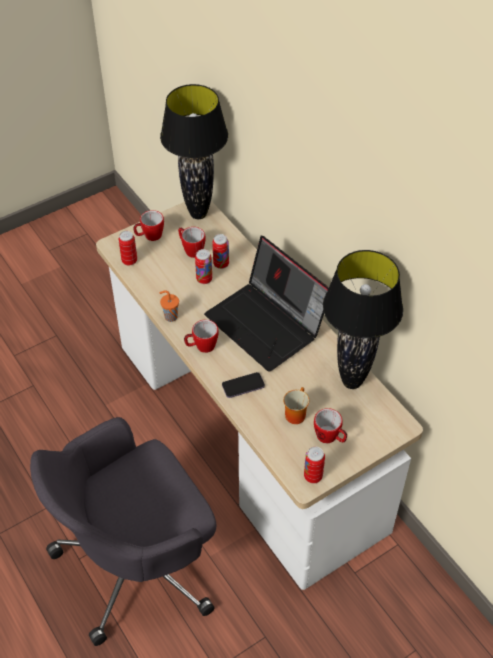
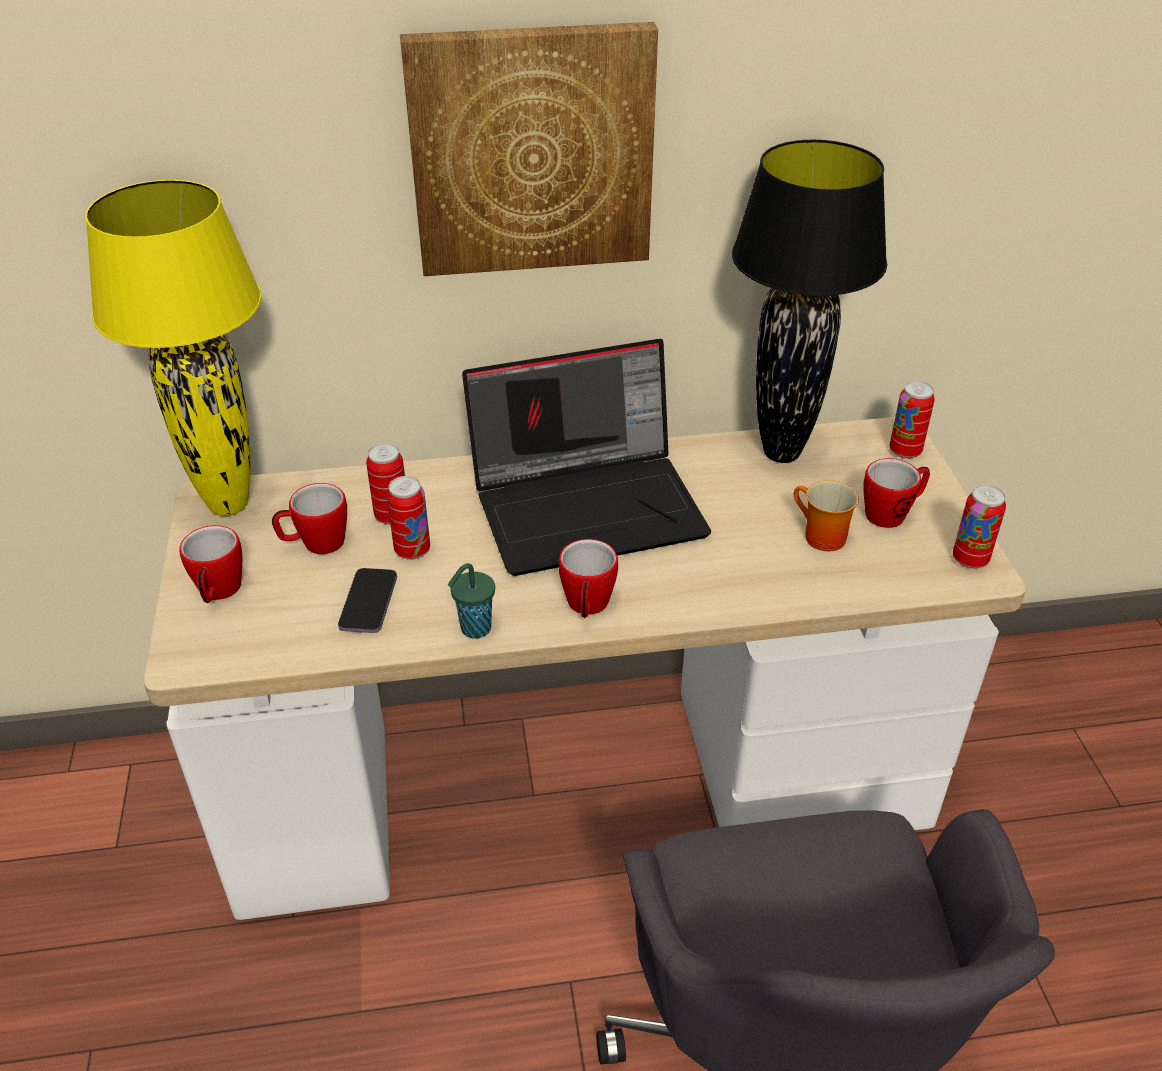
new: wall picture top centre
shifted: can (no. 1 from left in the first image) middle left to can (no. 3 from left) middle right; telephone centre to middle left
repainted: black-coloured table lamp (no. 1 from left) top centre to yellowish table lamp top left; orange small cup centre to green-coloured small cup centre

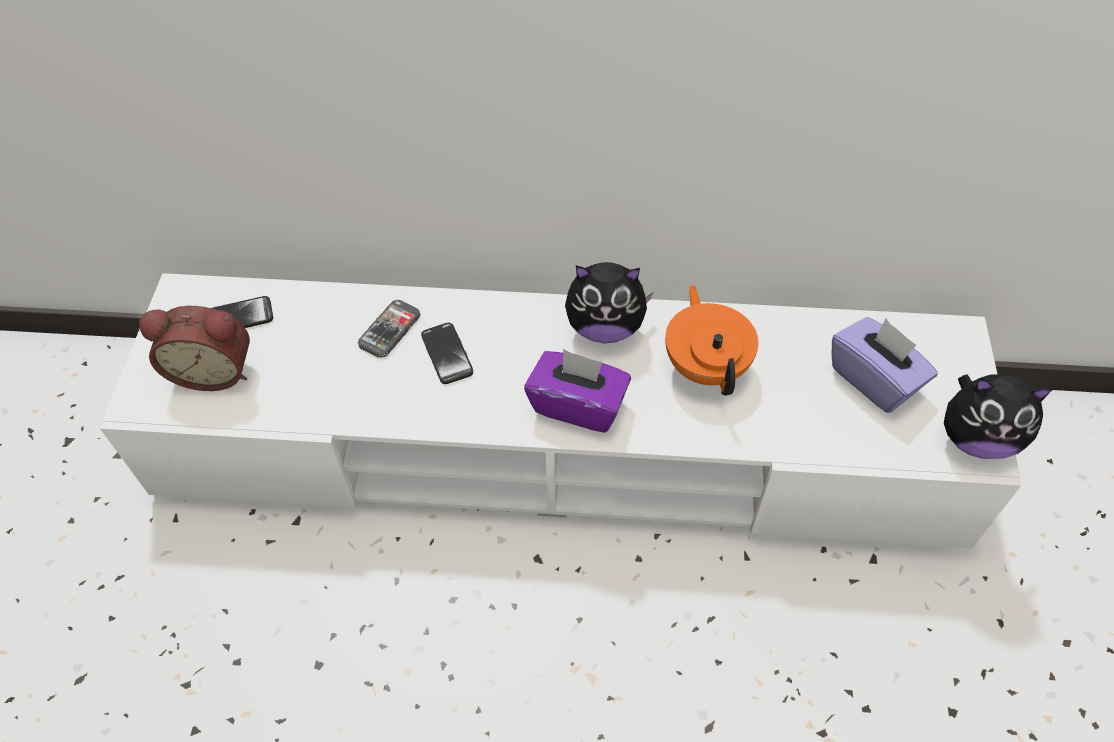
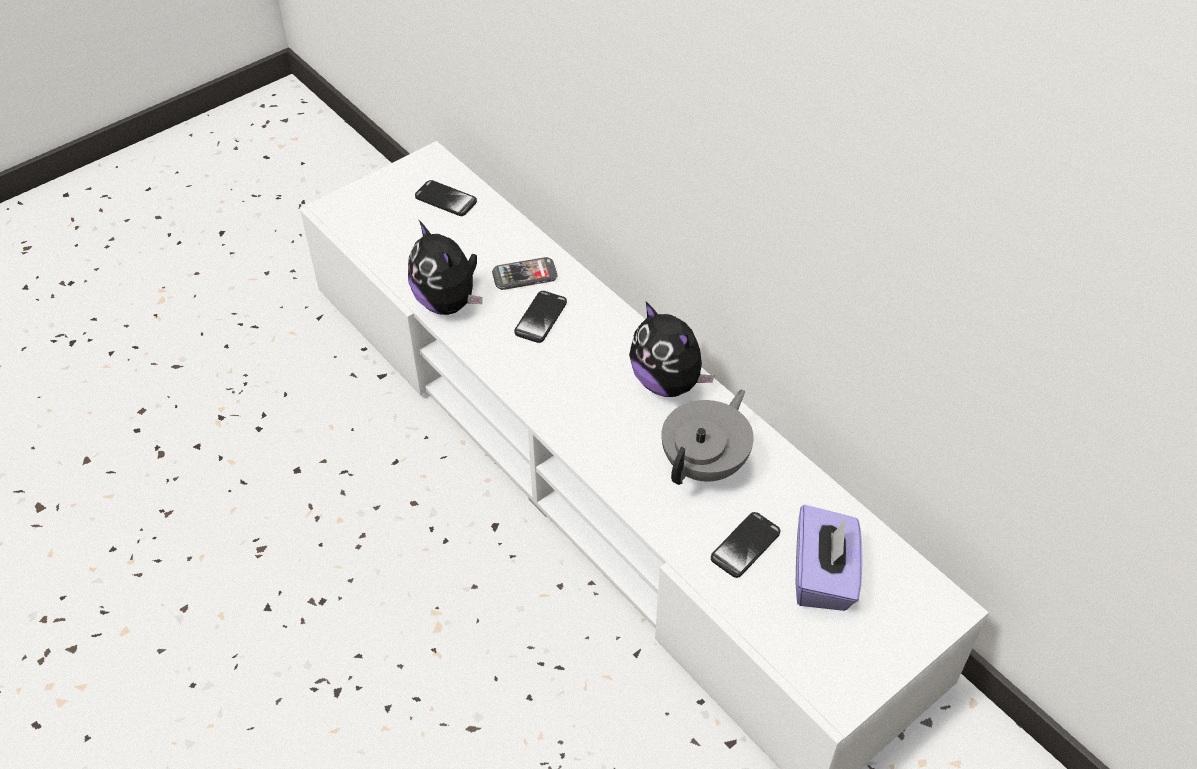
gone: table clock middle left; purple-coloured box of tissues (no. 1 from left) centre
new: telephone (no. 4 from left) bottom centre
shifted: cuddly toy (no. 2 from left in the first image) middle right to cuddly toy (no. 1 from left) centre
repainted: orange teapot centre to grey teapot centre

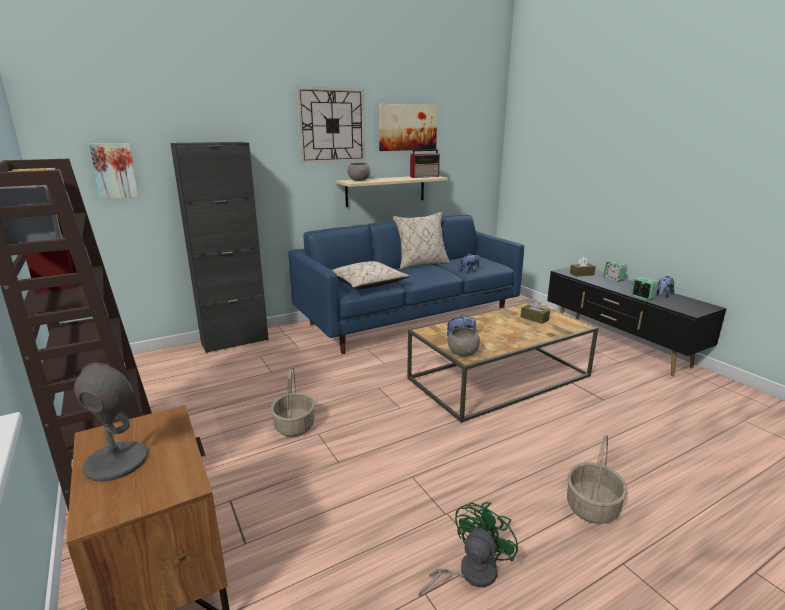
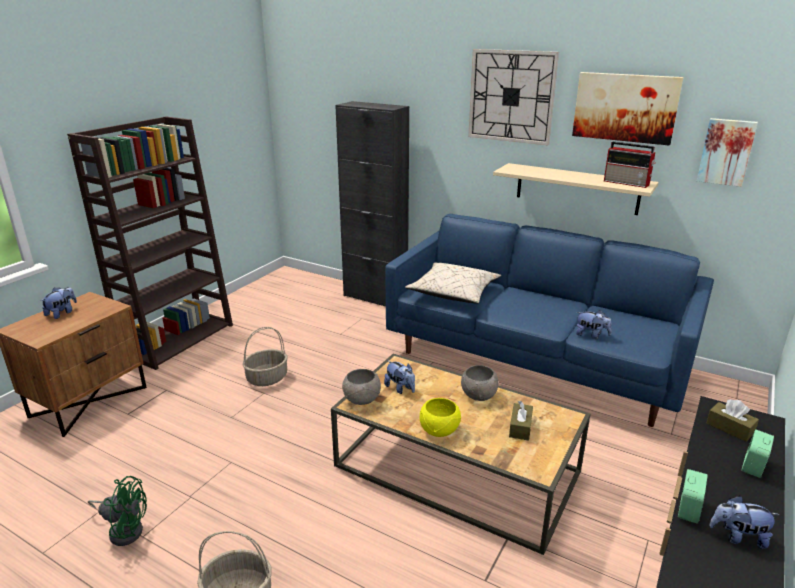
gone: sand-coloured throw pillow (no. 2 from left) centre
new: yellowish deep dish bottom centre
shifted: wall picture (no. 1 from left in the first image) top left to wall picture (no. 2 from left) top right; grey deep dish (no. 1 from left in the first image) top centre to grey deep dish (no. 2 from left) centre
swapped: grey table lamp bottom left to cuddly toy (no. 1 from left) middle left

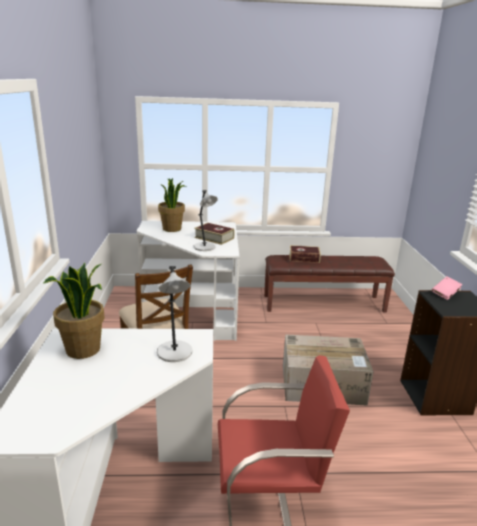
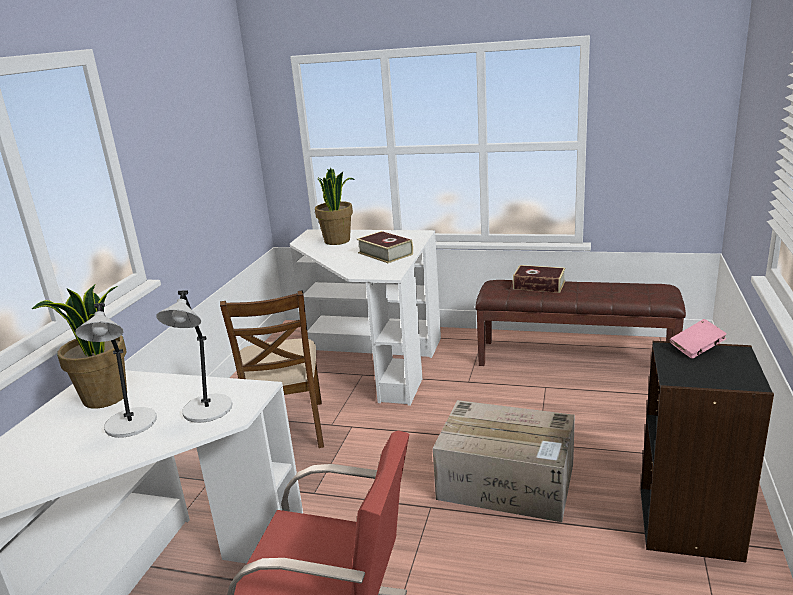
shifted: grey table lamp (no. 2 from left in the first image) centre to grey table lamp (no. 1 from left) middle left

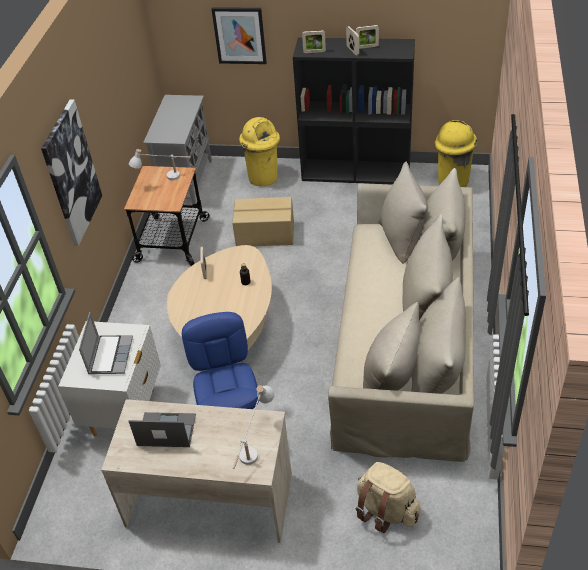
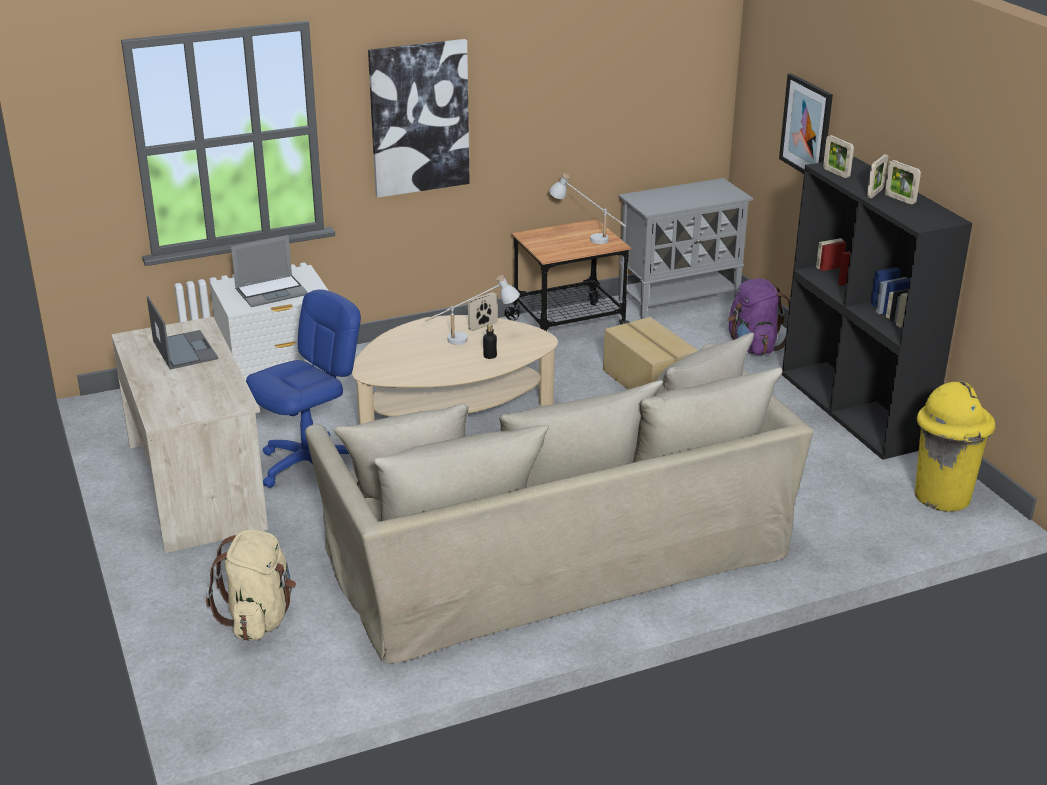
shifted: white-coloured table lamp (no. 2 from left in the first image) bottom centre to white-coloured table lamp (no. 1 from left) centre
swapped: yellowish rubbish bin (no. 1 from left) top centre to purple-coloured rucksack middle right

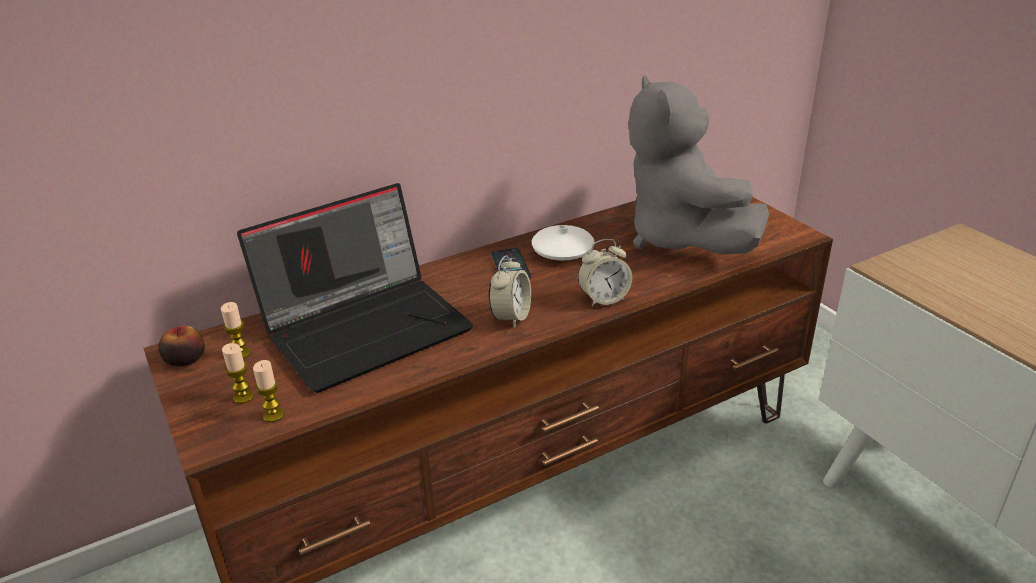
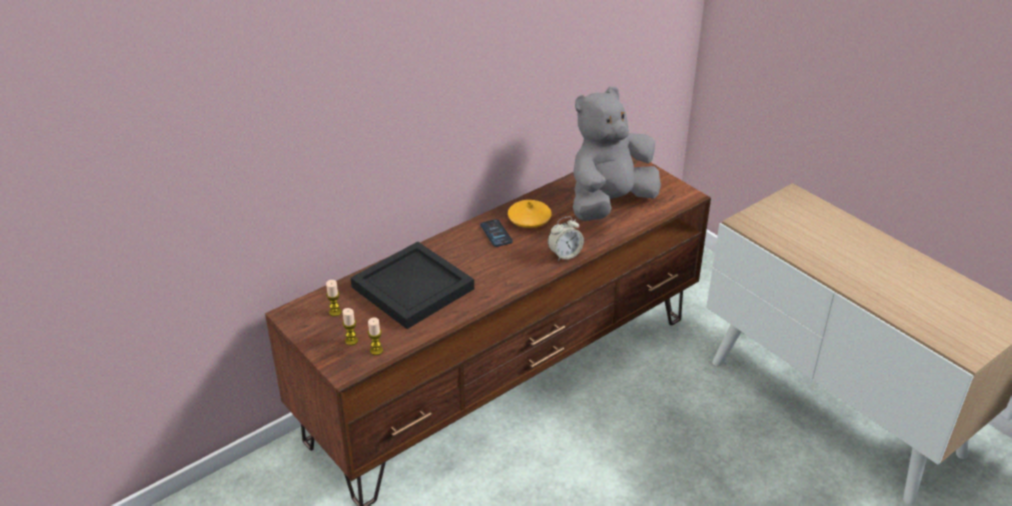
gone: apple middle left; table clock (no. 1 from left) centre
swapped: laptop centre to black-coloured carrying tray centre
repainted: white-coloured vase centre to orange vase centre
rotated: grey cuddly toy top right = top centre 75 degrees clockwise

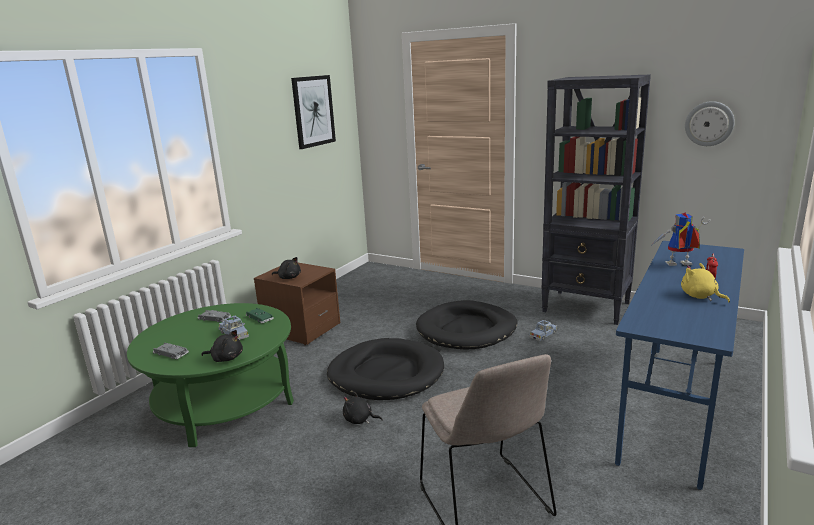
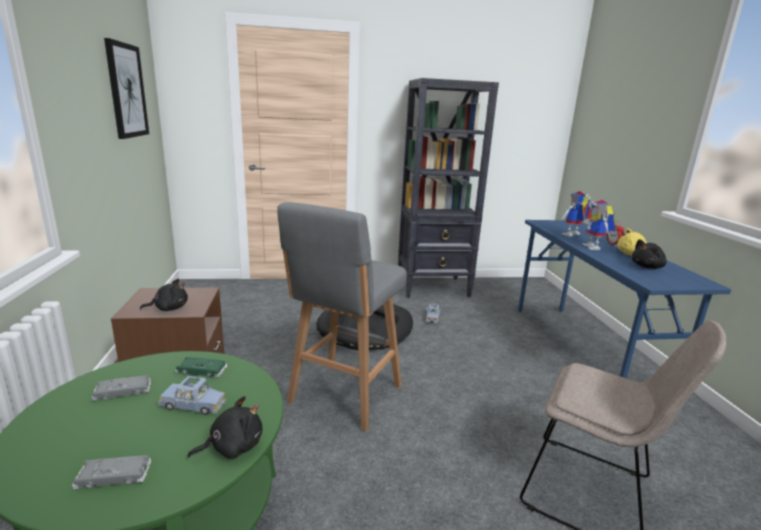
gone: clock on the wall top right
new: toy robot (no. 2 from left) middle right
shifted: black-coloured cuddly toy (no. 3 from left) bottom centre to middle right
swapped: black-coloured dog cushion (no. 1 from left) bottom centre to grey stool centre

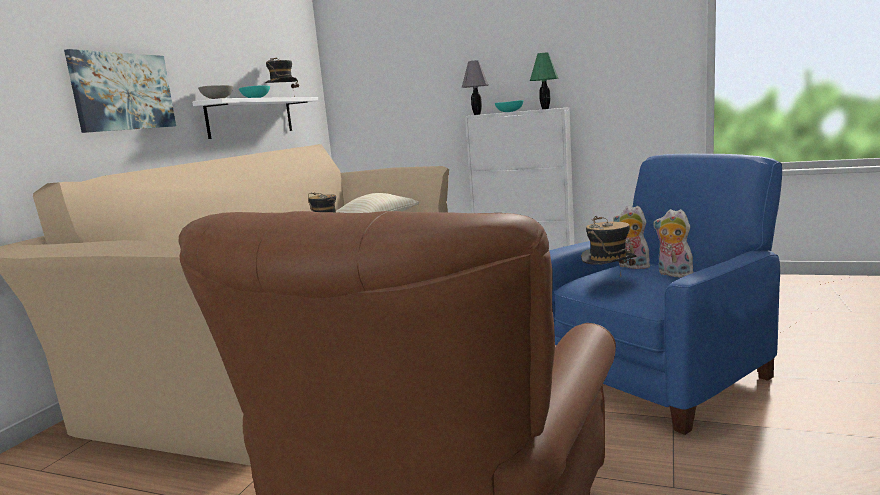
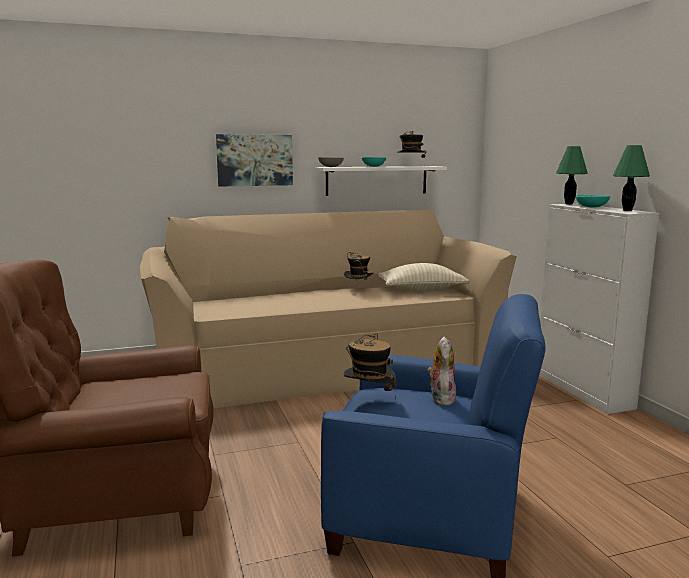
gone: cuddly toy (no. 2 from left) middle right
repainted: grey table lamp top centre to green-coloured table lamp (no. 1 from left) top right

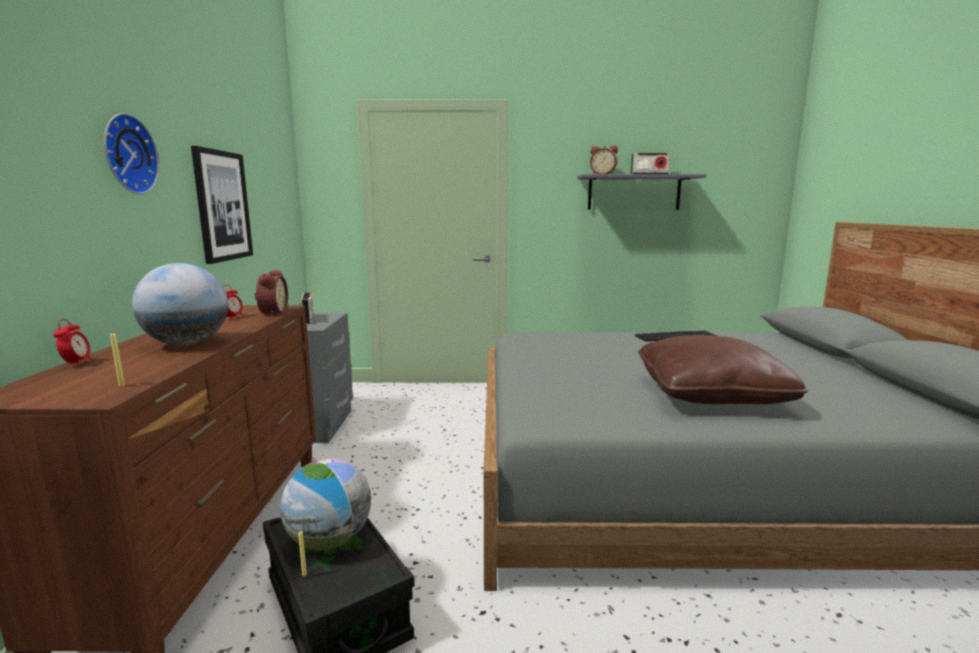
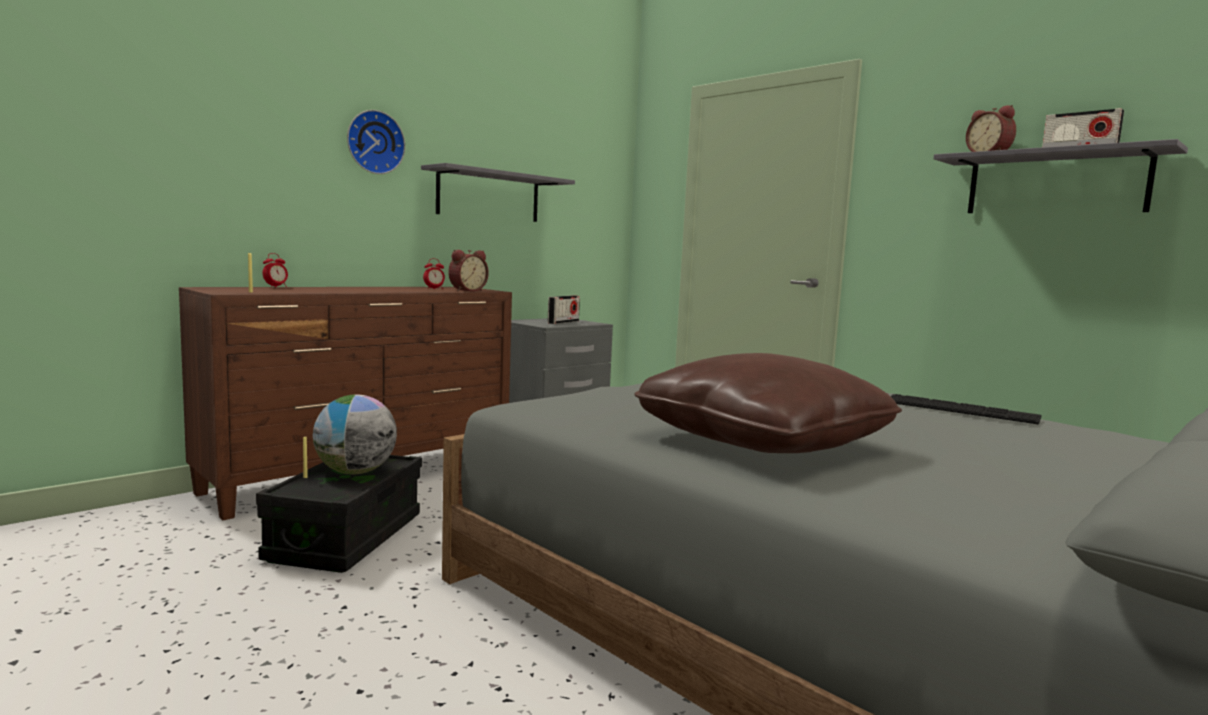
gone: desk globe (no. 1 from left) middle left
swapped: wall picture top left to grey bracket shelf (no. 1 from left) top centre

